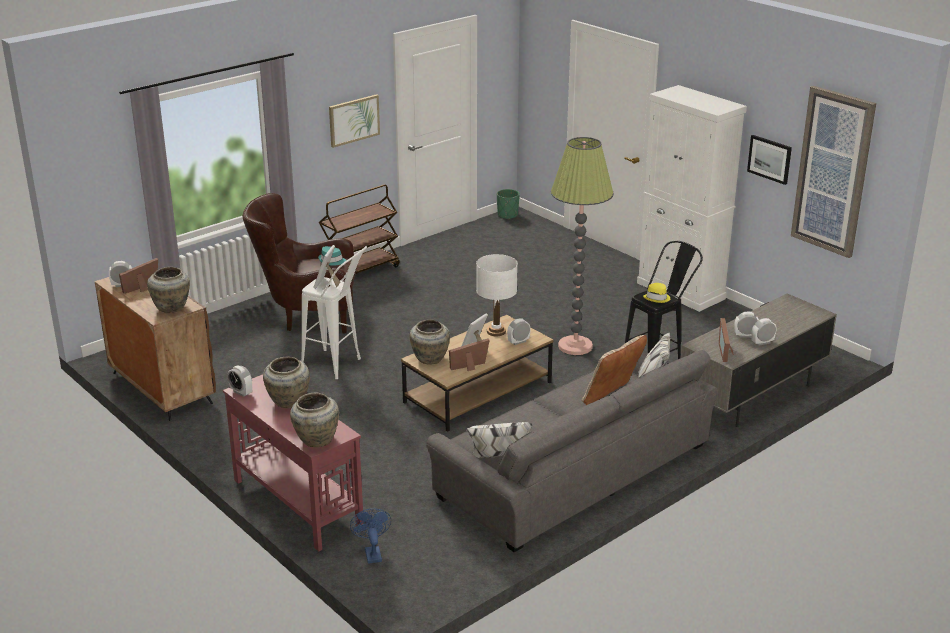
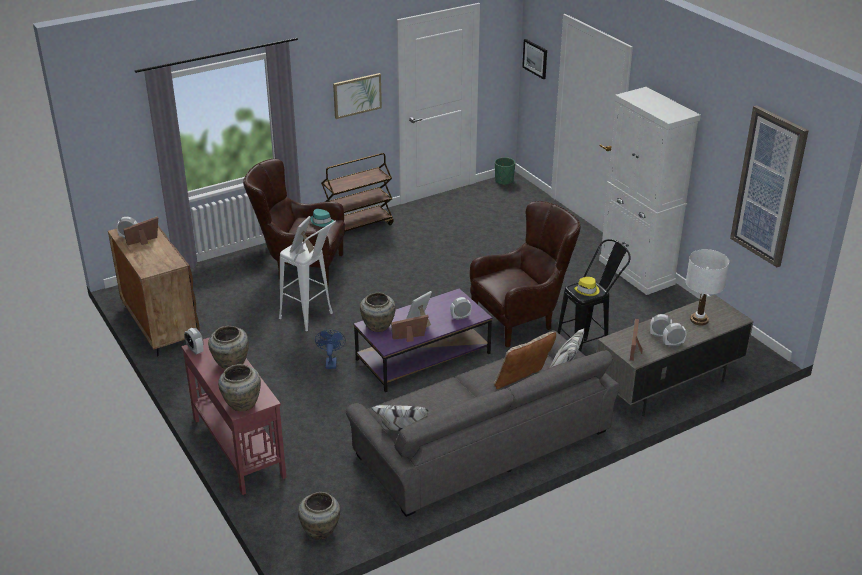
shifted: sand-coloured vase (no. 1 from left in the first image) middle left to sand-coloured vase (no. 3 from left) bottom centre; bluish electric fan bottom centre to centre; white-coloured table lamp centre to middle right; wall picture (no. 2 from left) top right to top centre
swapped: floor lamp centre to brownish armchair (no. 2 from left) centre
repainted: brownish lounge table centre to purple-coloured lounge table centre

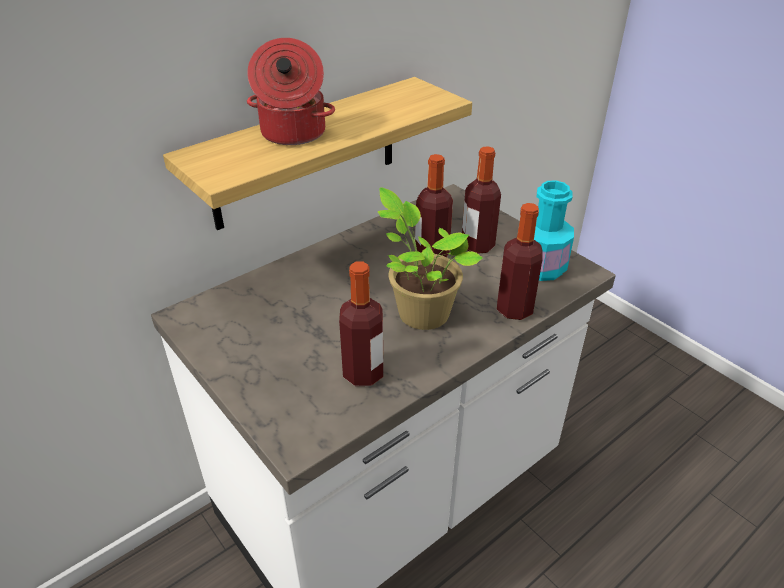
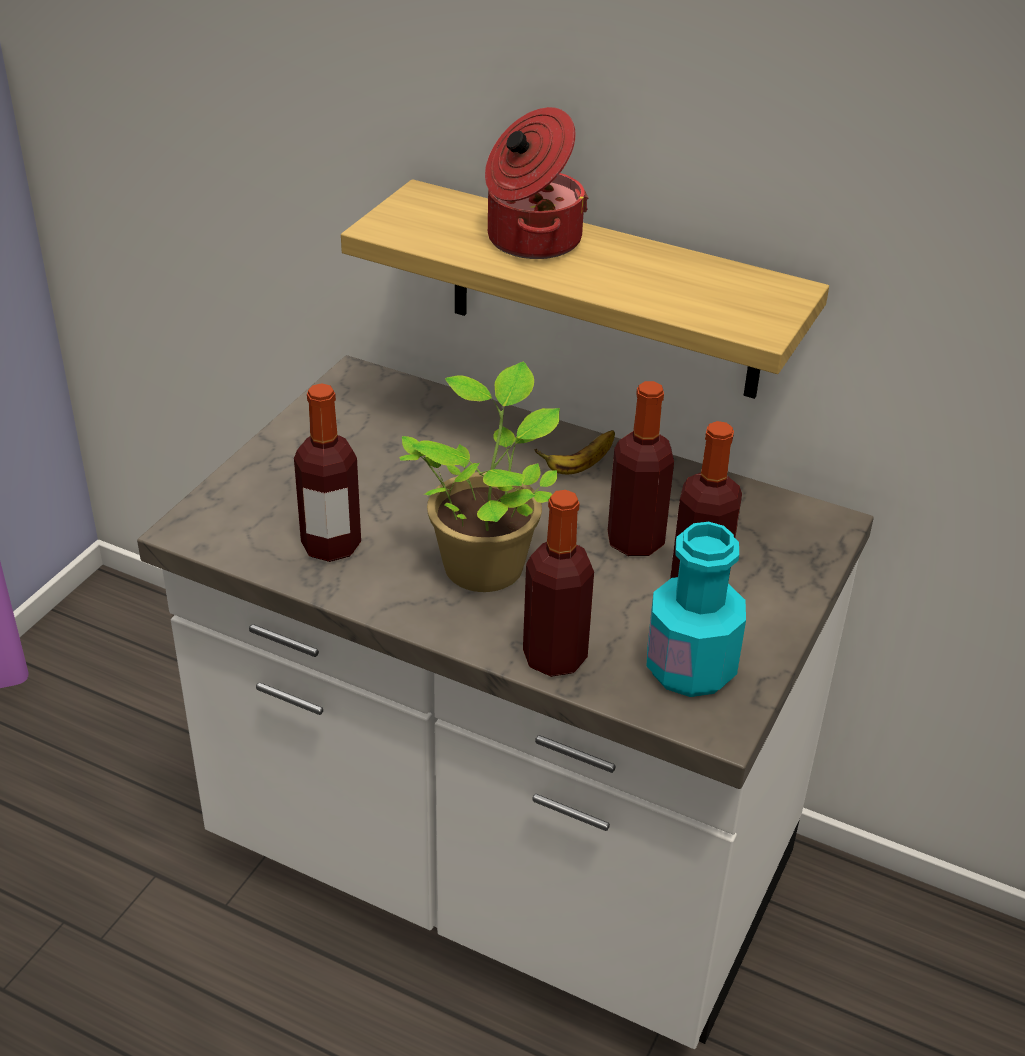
new: banana fruit centre

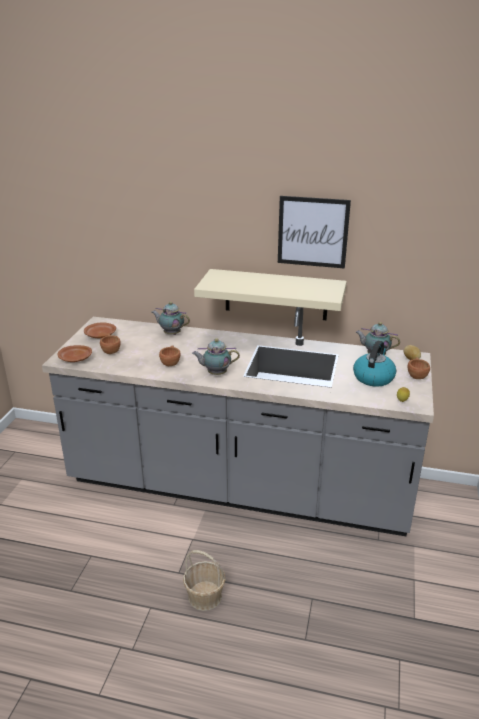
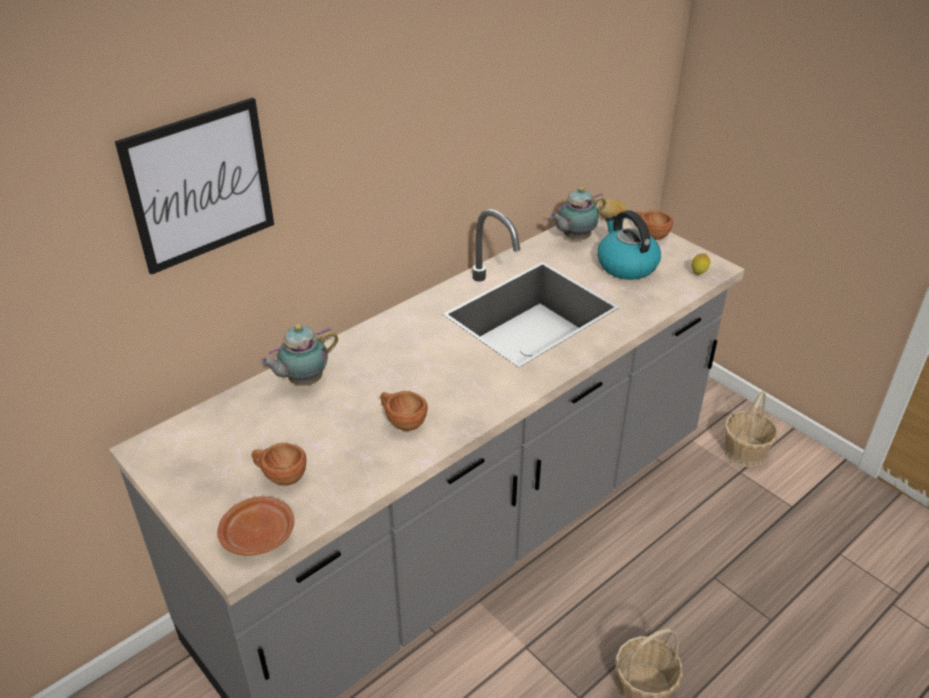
gone: brownish plate (no. 2 from left) middle left; teapot (no. 2 from left) centre; sand-coloured bracket shelf centre
new: basket (no. 2 from left) middle right
shifted: wall picture top centre to top left

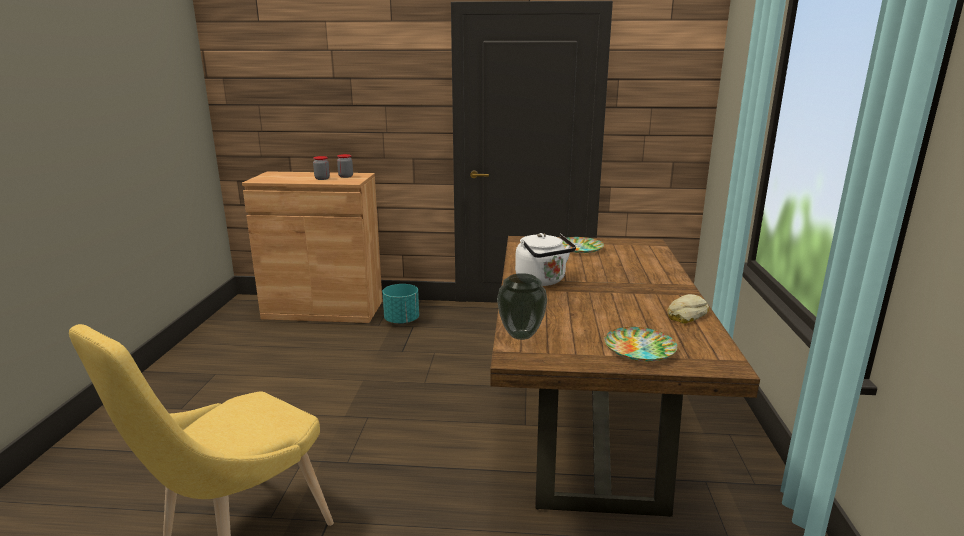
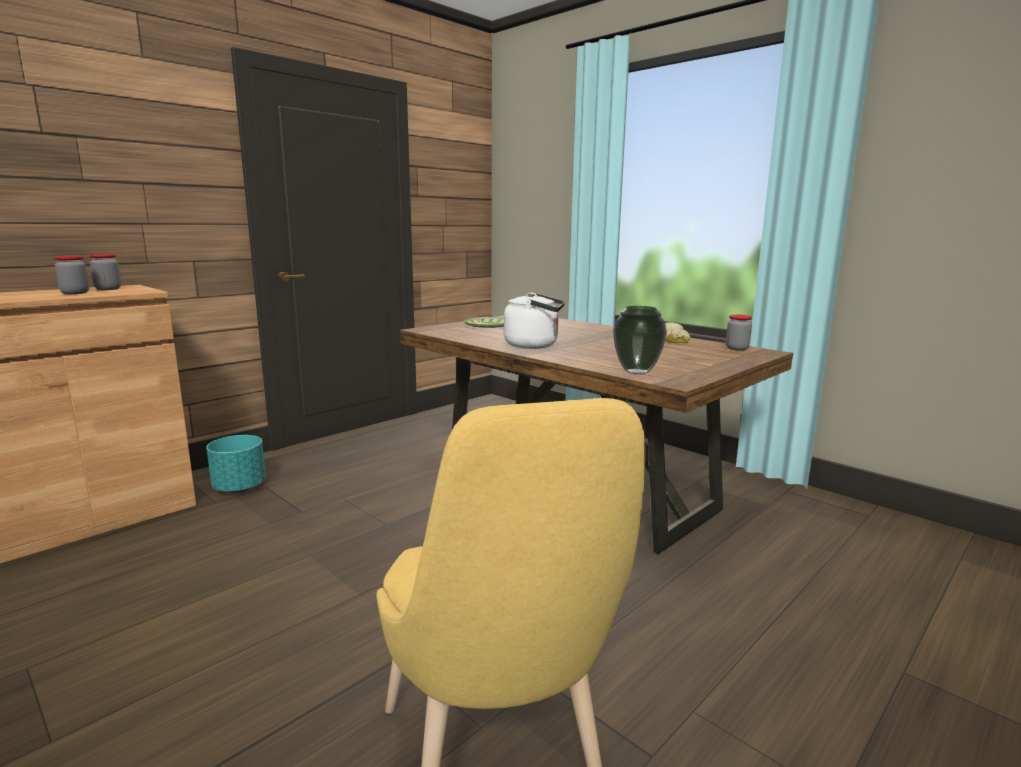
gone: plate (no. 2 from left) centre
new: storage jar (no. 3 from left) middle right

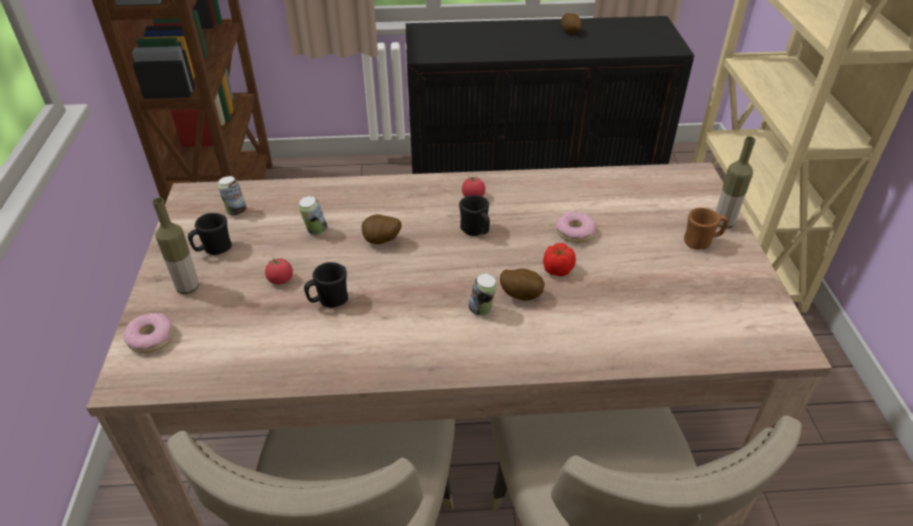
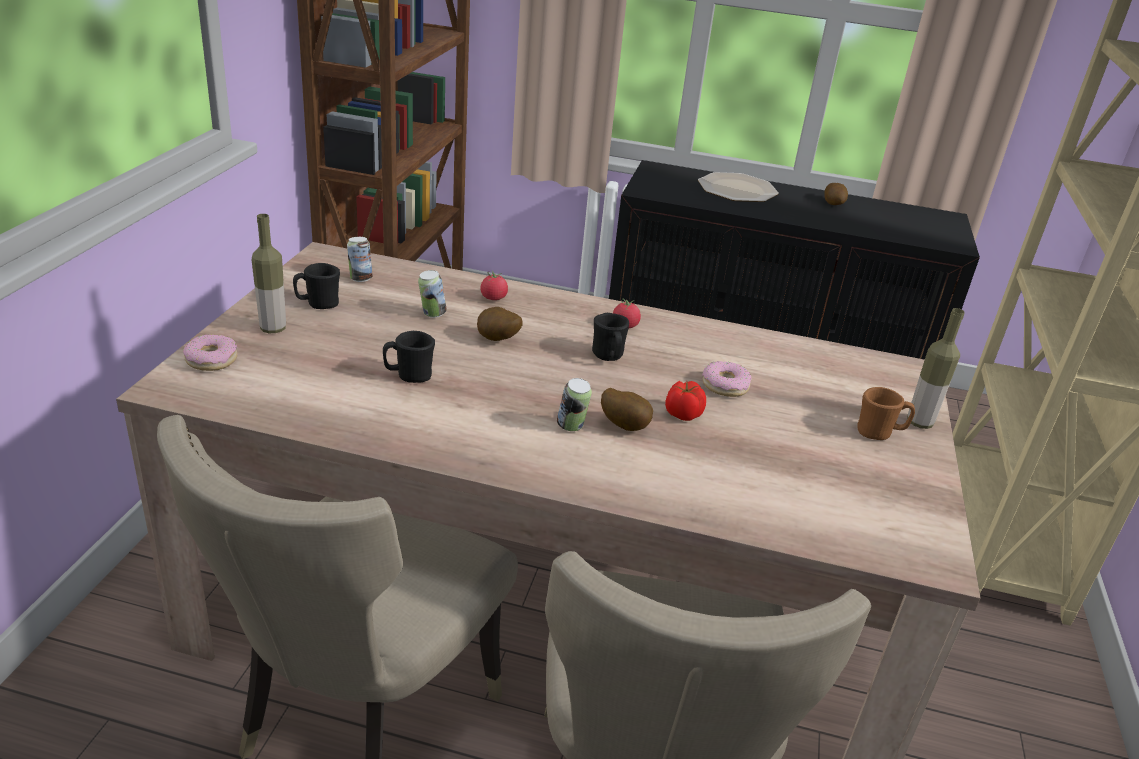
new: plate top centre
shifted: whole tomato (no. 1 from left) middle left to centre

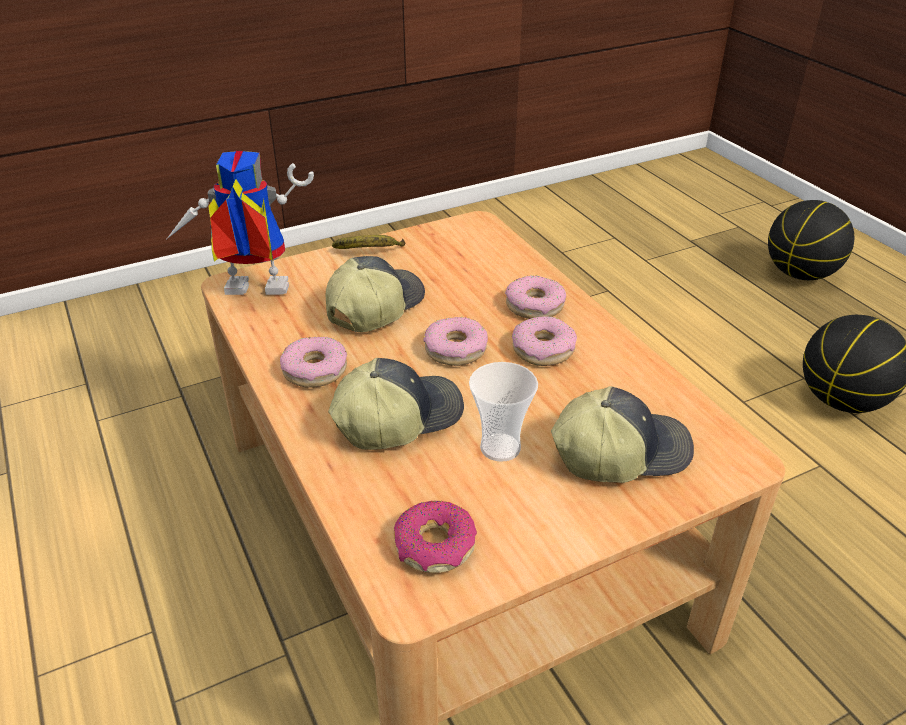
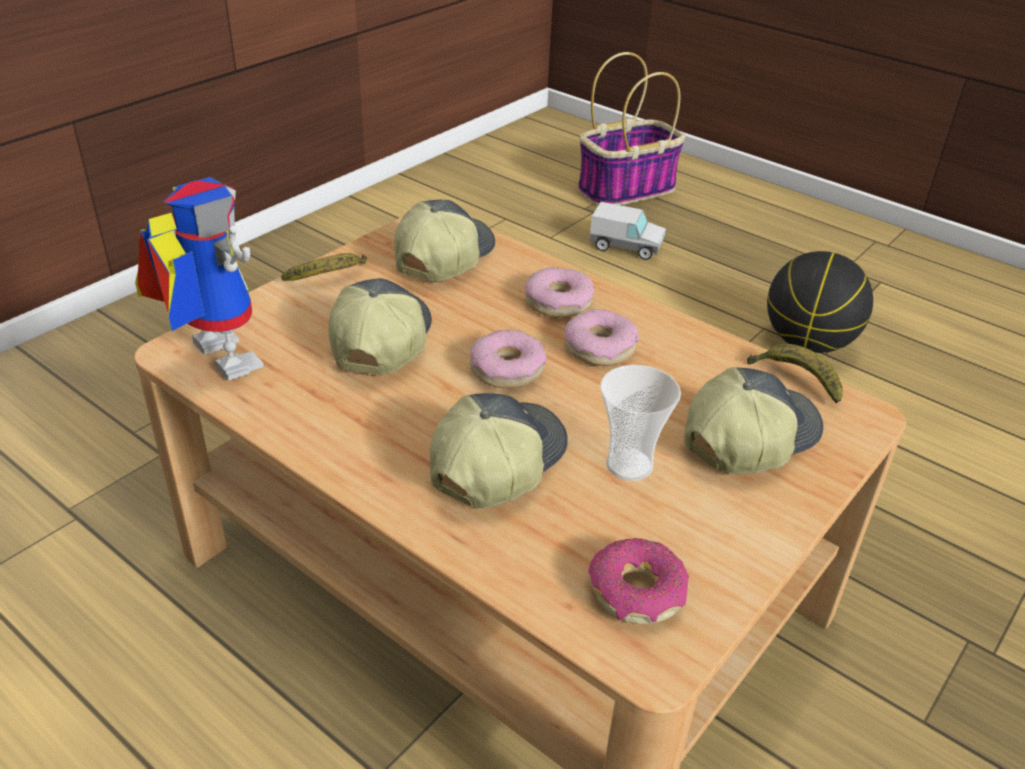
gone: donut (no. 1 from left) centre; basketball ball (no. 1 from left) top right
new: baseball cap (no. 2 from left) top centre; basket top centre; toy lorry top centre; banana fruit (no. 2 from left) middle right
rotated: toy robot top left = middle left 75 degrees clockwise

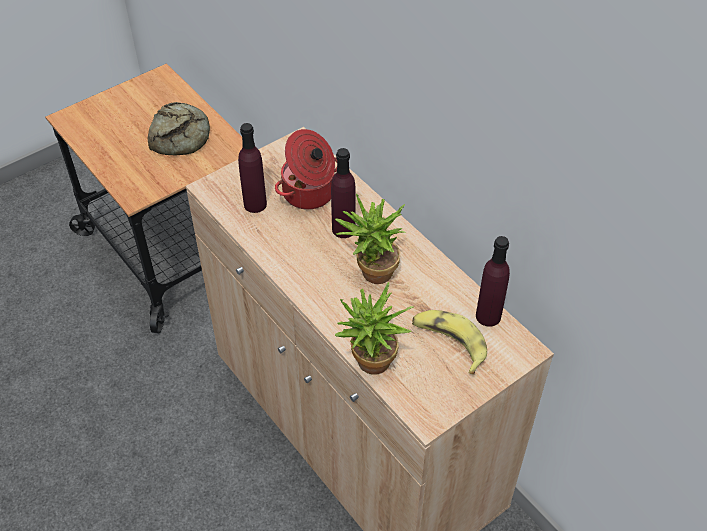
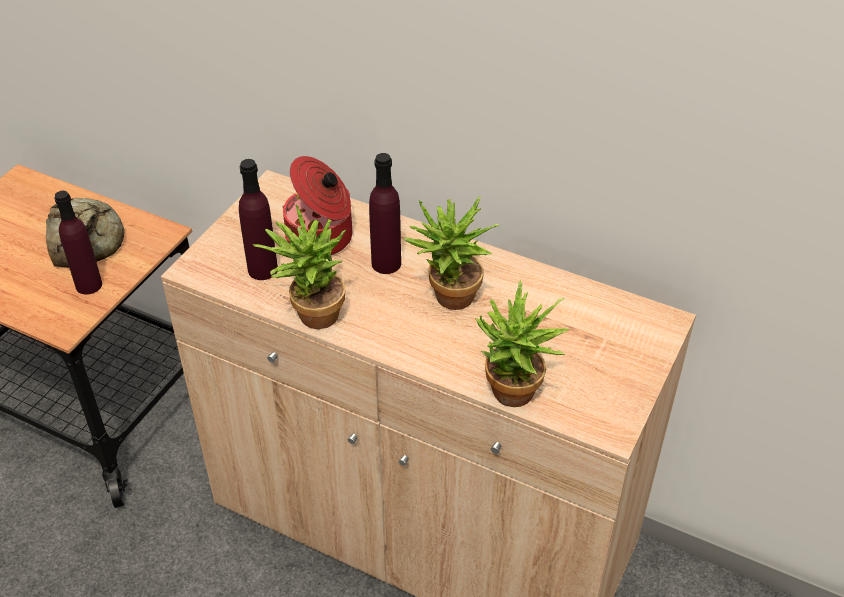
gone: banana fruit centre
new: potted plant (no. 1 from left) centre
shifted: purple-coloured drink bottle (no. 3 from left in the first image) middle right to purple-coloured drink bottle (no. 1 from left) middle left

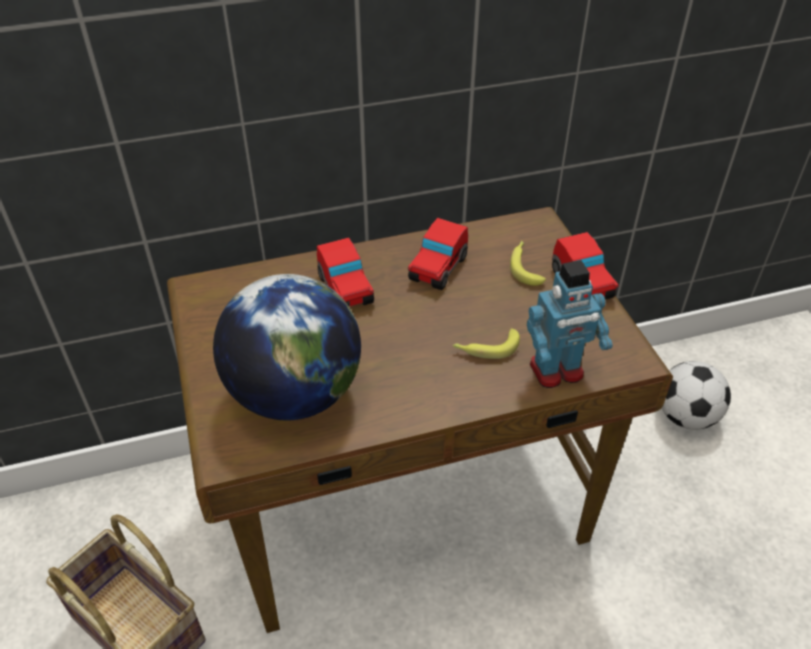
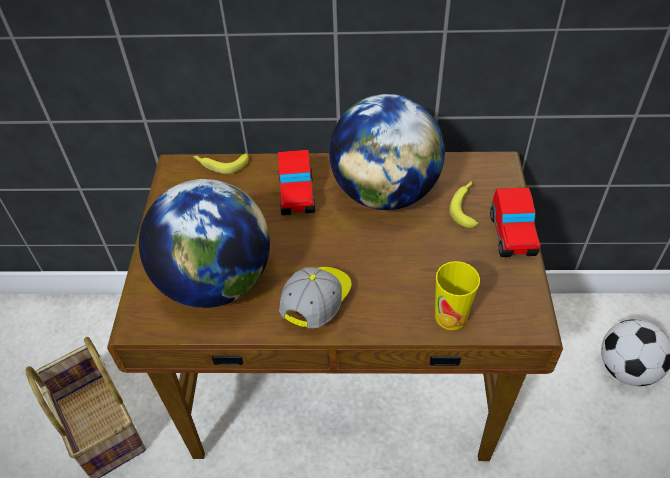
new: baseball cap centre
shifted: banana fruit (no. 1 from left) centre to middle left
swapped: miniature car (no. 2 from left) centre to desk globe (no. 2 from left) top centre; toy robot middle right to small cup middle right

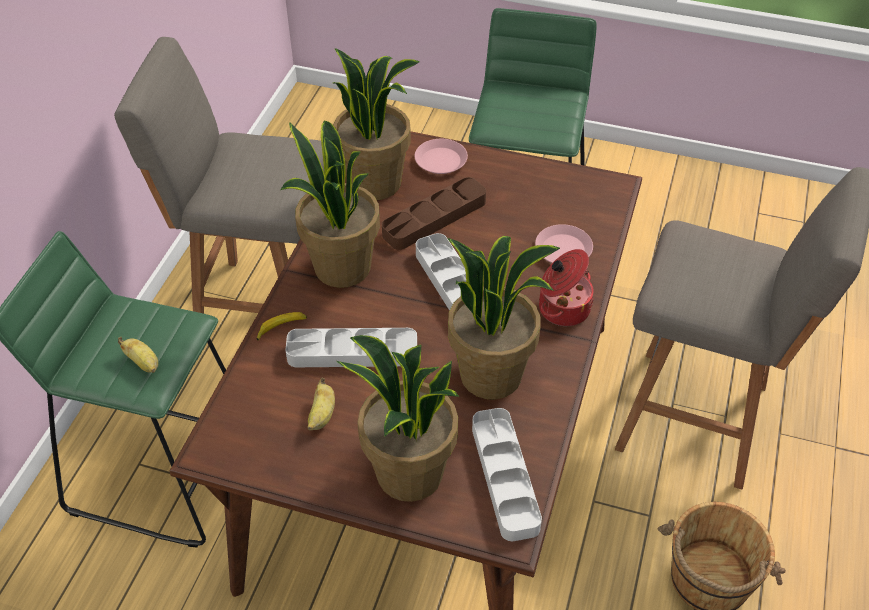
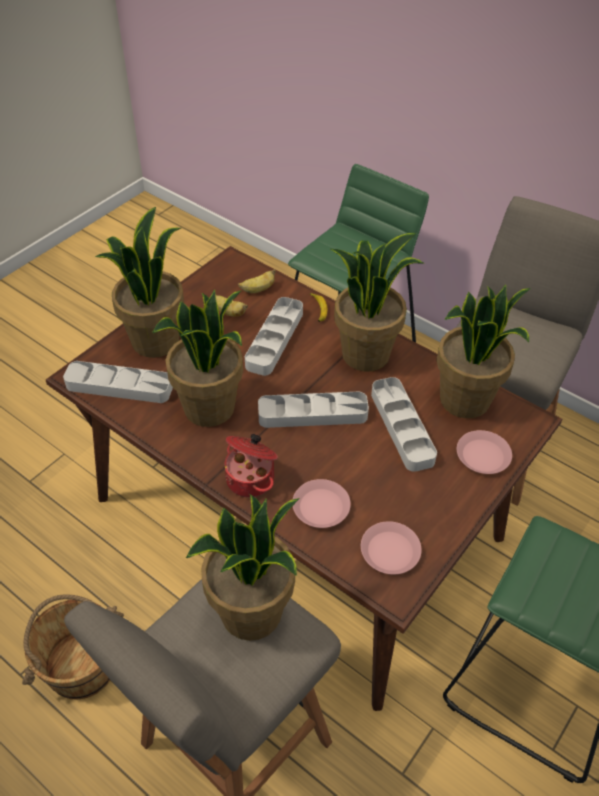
new: potted plant (no. 3 from left) bottom centre; pink plate (no. 2 from left) bottom centre
shifted: banana fruit (no. 1 from left in the first image) middle left to banana fruit (no. 2 from left) centre
repainted: brownish carrying tray centre to grey carrying tray (no. 4 from left) middle right

